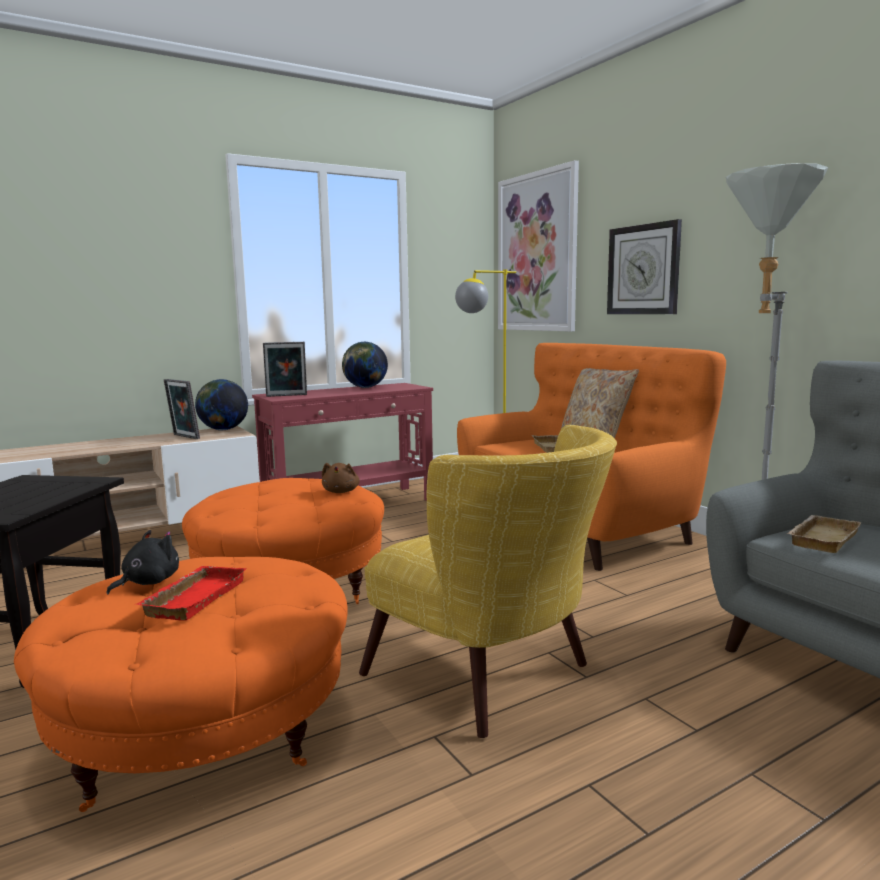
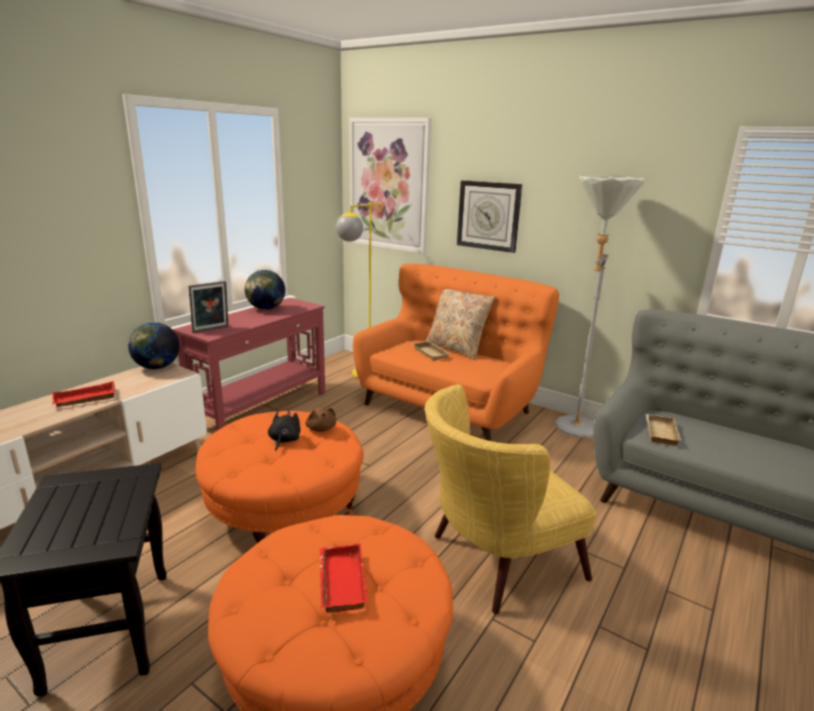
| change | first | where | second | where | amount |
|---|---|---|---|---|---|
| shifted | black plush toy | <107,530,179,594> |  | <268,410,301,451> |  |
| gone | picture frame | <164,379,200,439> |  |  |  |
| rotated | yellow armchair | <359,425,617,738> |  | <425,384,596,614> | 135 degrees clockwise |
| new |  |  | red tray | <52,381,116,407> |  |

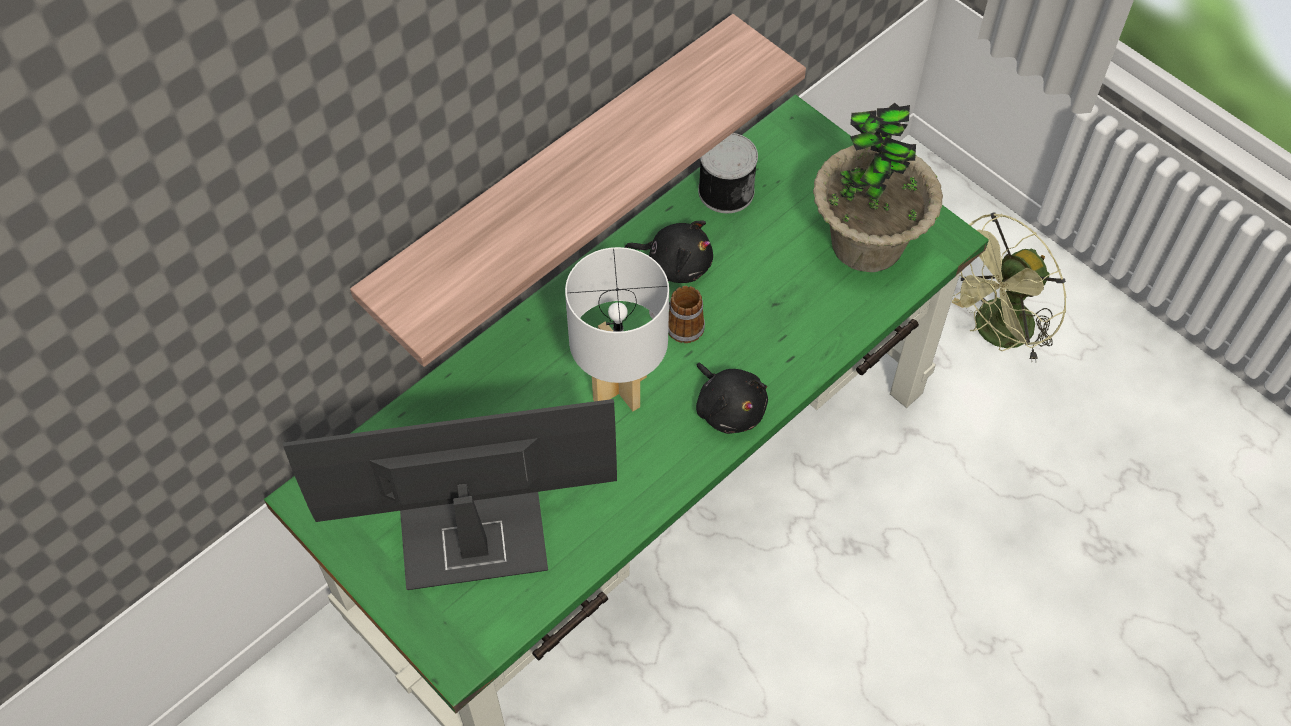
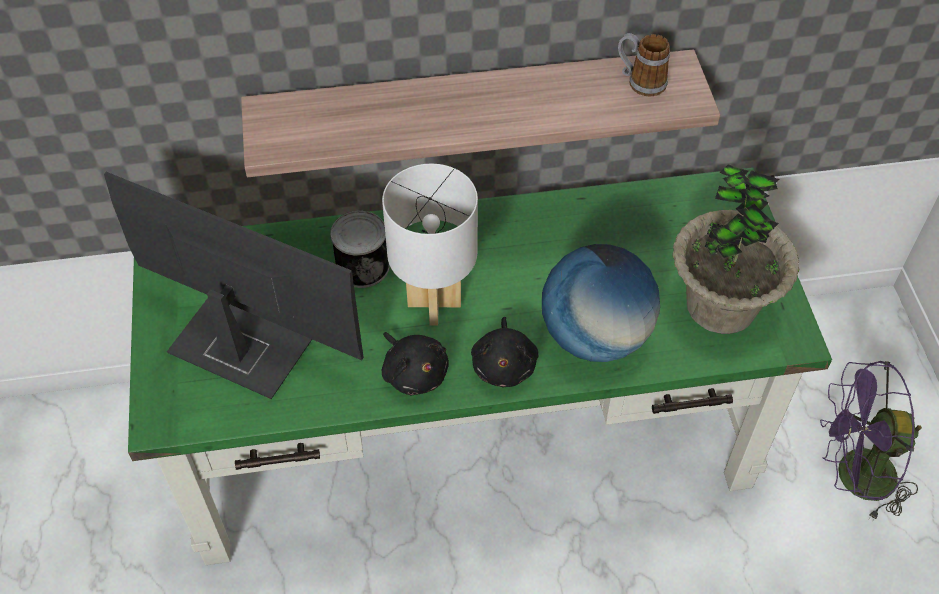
| change | first | where | second | where | amount |
|---|---|---|---|---|---|
| shifted | black plush toy | <625,220,713,283> |  | <382,332,449,395> |  |
| shifted | mug | <649,286,705,343> |  | <618,33,670,96> |  |
| shifted | can | <698,133,758,213> |  | <330,211,390,288> |  |
| repainted | green fan | <951,212,1066,362> | purple fan | <820,361,922,522> |  |
| new |  |  | globe | <542,244,660,362> |  |

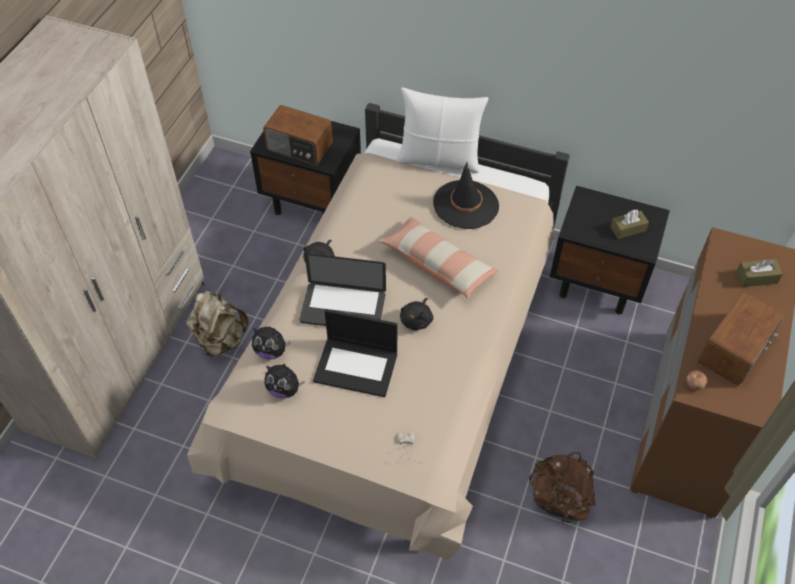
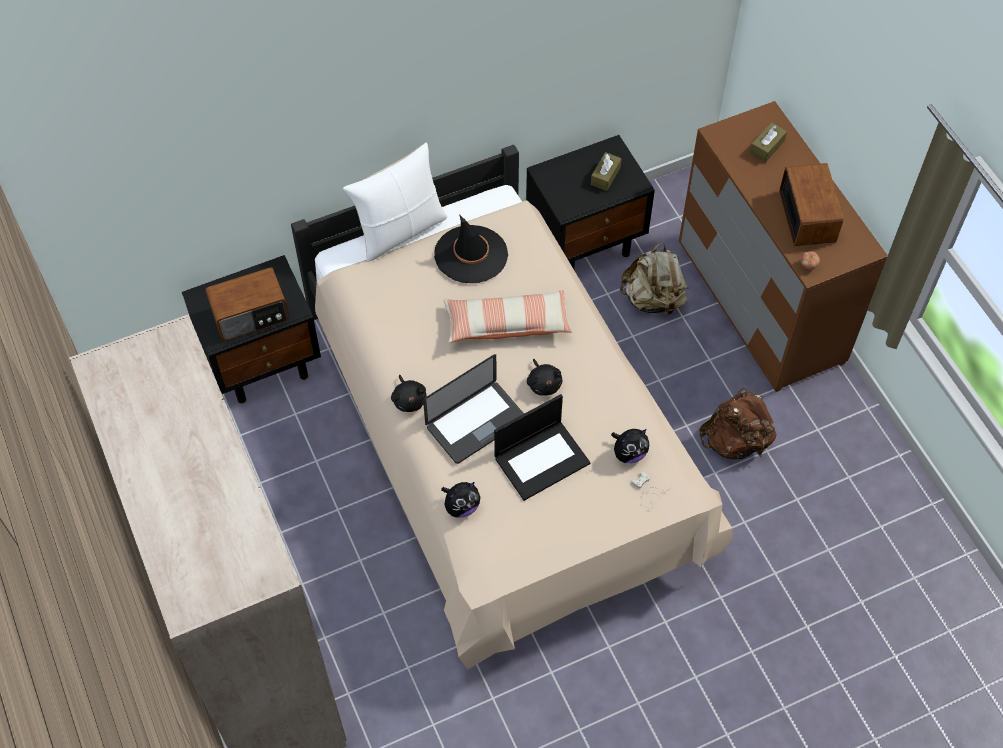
| change | first | where | second | where | amount |
|---|---|---|---|---|---|
| shifted | beige backpack | <186,290,249,357> |  | <620,243,689,316> |  |
| shifted | plush toy | <264,364,305,399> |  | <611,429,649,463> |  |

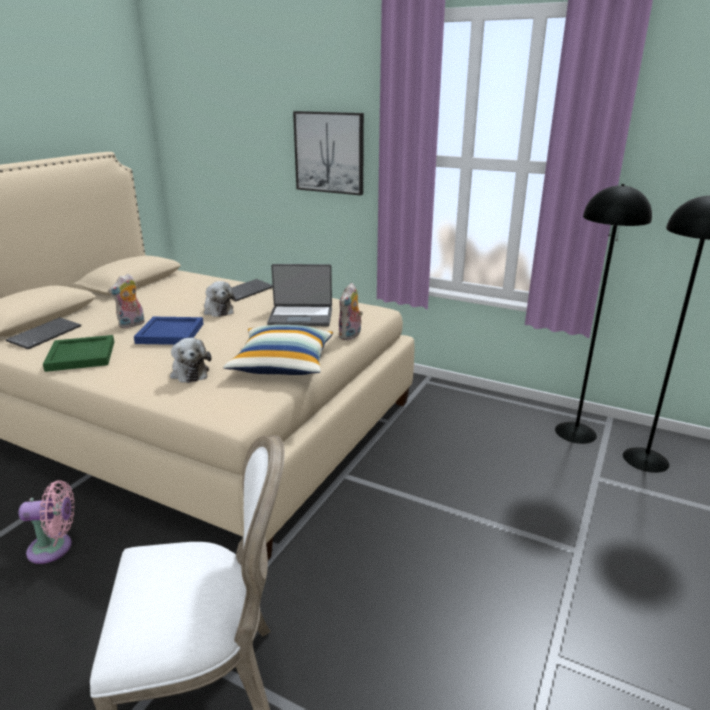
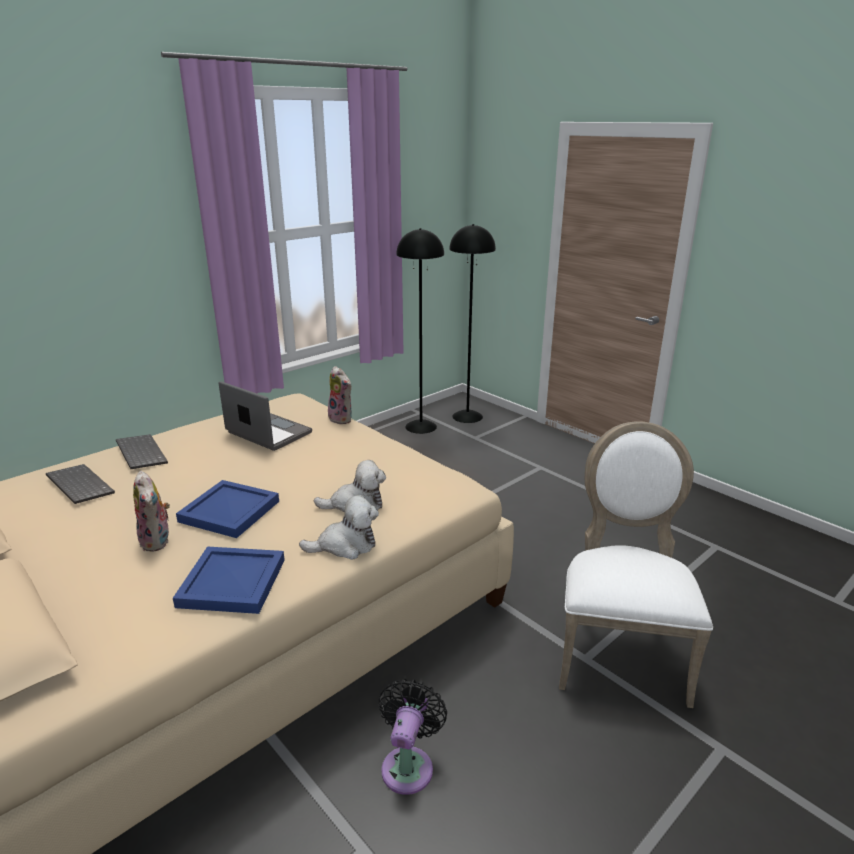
| change | first | where | second | where | amount |
|---|---|---|---|---|---|
| shifted | keyboard | <6,317,81,349> |  | <46,464,115,504> |  |
| repainted | pink fan | <18,480,75,564> | black fan | <378,679,447,795> |  |
| repainted | green tray | <43,335,114,372> | blue tray | <173,546,285,614> |  |
| shifted | plush toy | <204,281,235,317> |  | <299,495,379,560> |  |
| gone | pillow | <223,325,333,375> |  |  |  |
| rotated | laptop | <267,264,332,326> |  | <219,381,312,451> | 75 degrees counterclockwise |
| gone | picture | <293,111,364,195> |  |  |  |

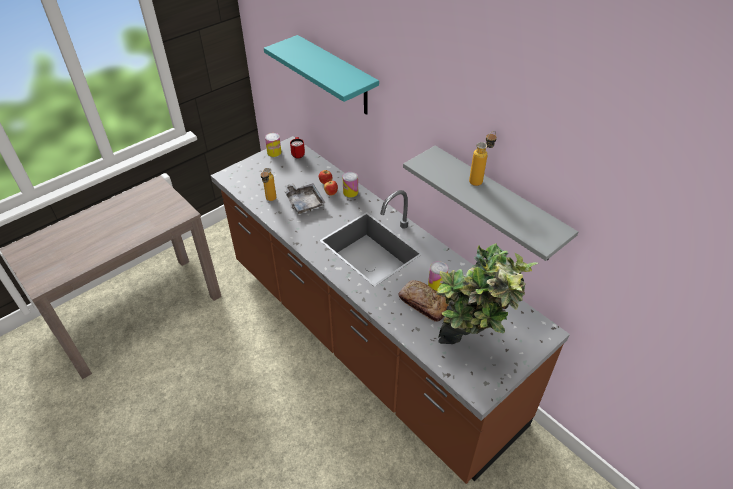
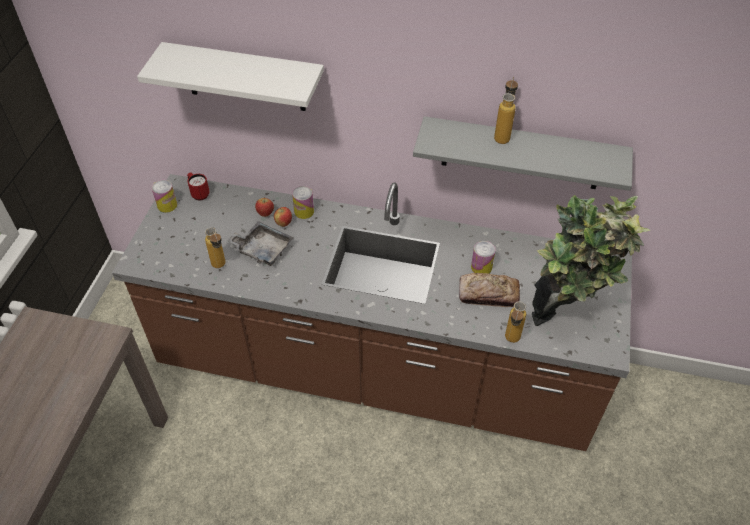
| change | first | where | second | where | amount |
|---|---|---|---|---|---|
| repainted | turquoise shelf | <264,35,379,115> | white shelf | <137,42,324,111> |  |
| new |  |  | bottle | <505,301,526,343> |  |

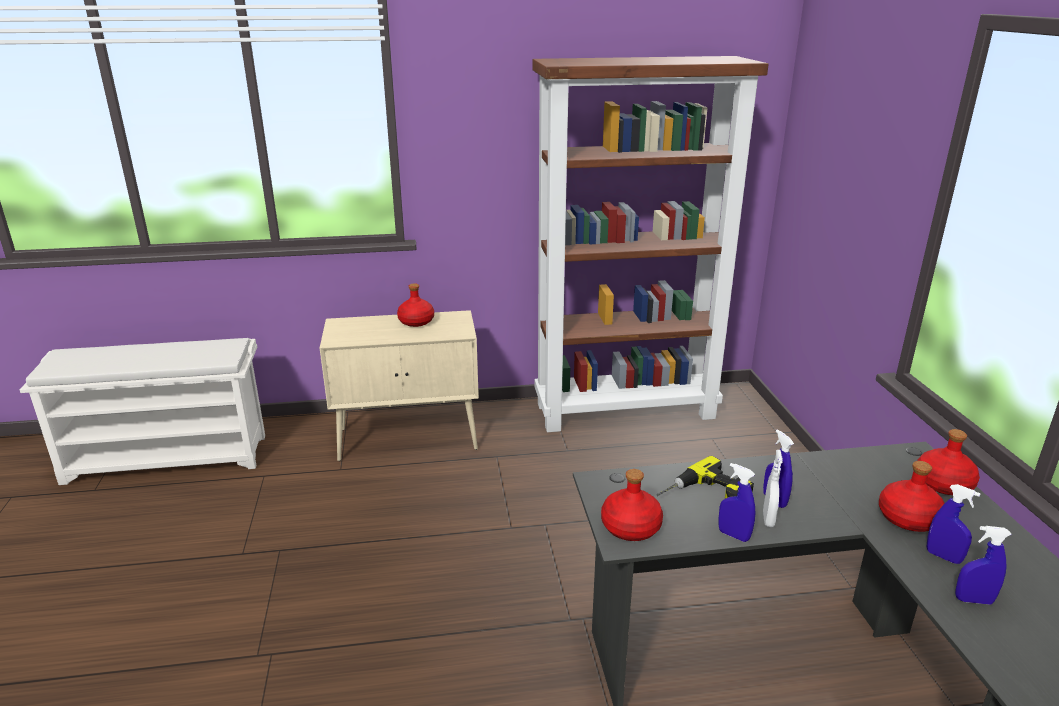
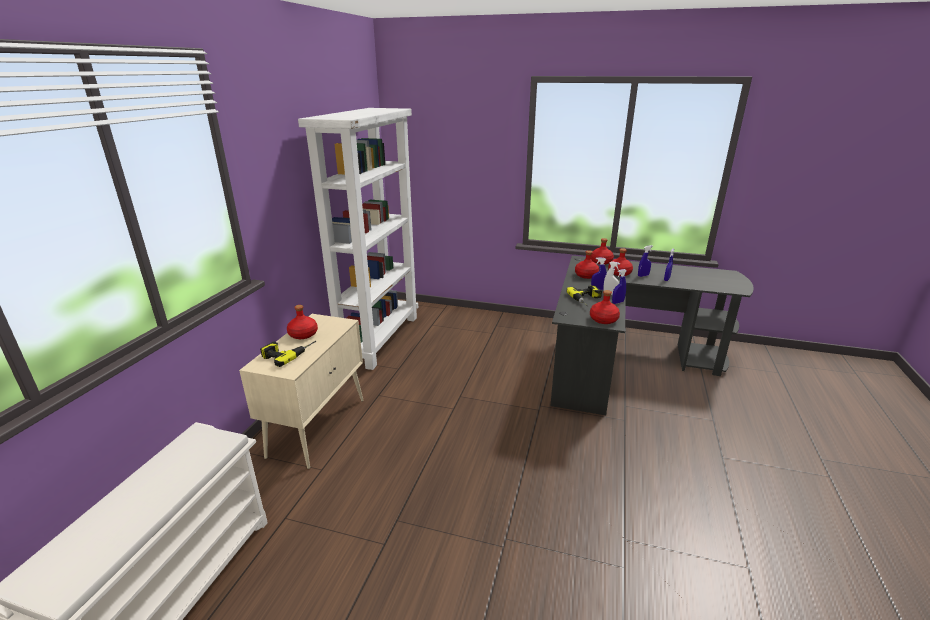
| change | first | where | second | where | amount |
|---|---|---|---|---|---|
| repainted | brown bookcase | <532,56,769,432> | white bookcase | <298,108,418,370> |  |
| new |  |  | power drill | <260,341,316,367> |  |
| new |  |  | red bottle | <575,250,599,279> |  |

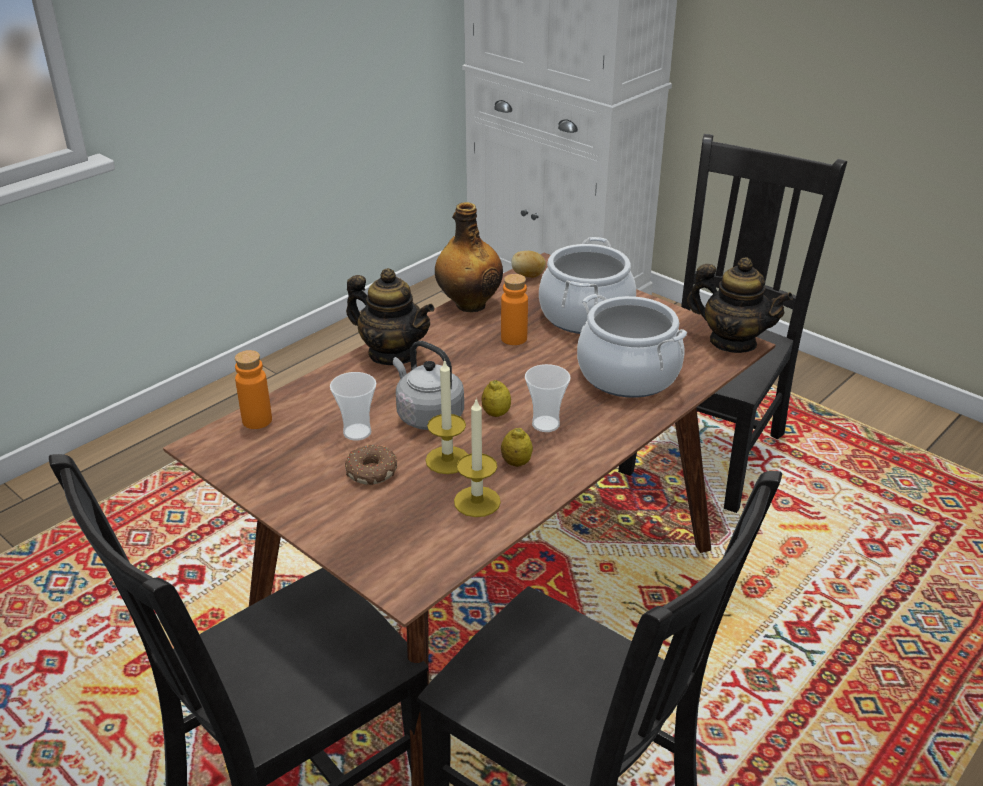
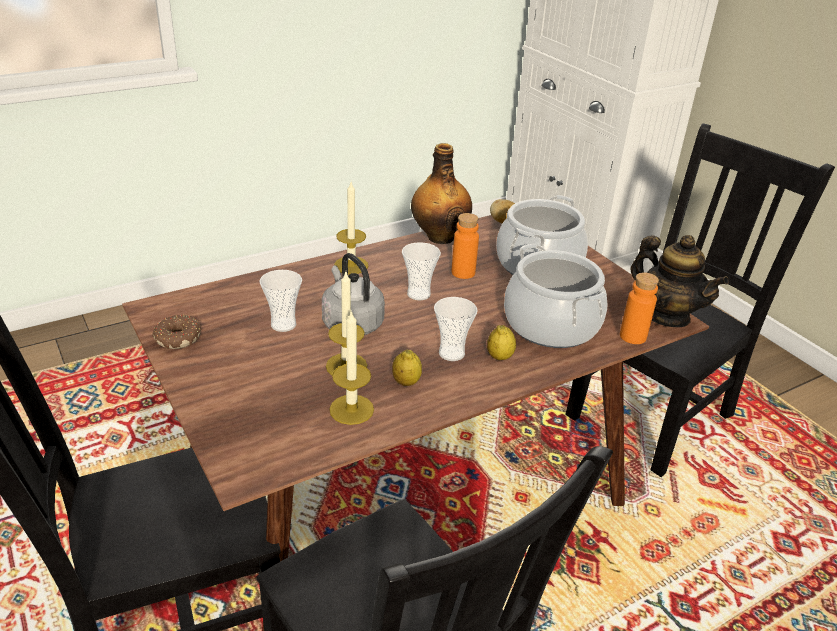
| change | first | where | second | where | amount |
|---|---|---|---|---|---|
| shifted | orange bottle | <235,350,272,429> |  | <620,272,659,344> |  |
| shifted | donut | <345,445,397,485> |  | <152,315,202,349> |  |
| swapped | teapot | <346,268,435,365> | candle | <334,182,368,274> |  |
| shifted | lemon | <481,380,511,417> |  | <487,325,516,360> |  |
| new |  |  | cup | <402,242,441,300> |  |

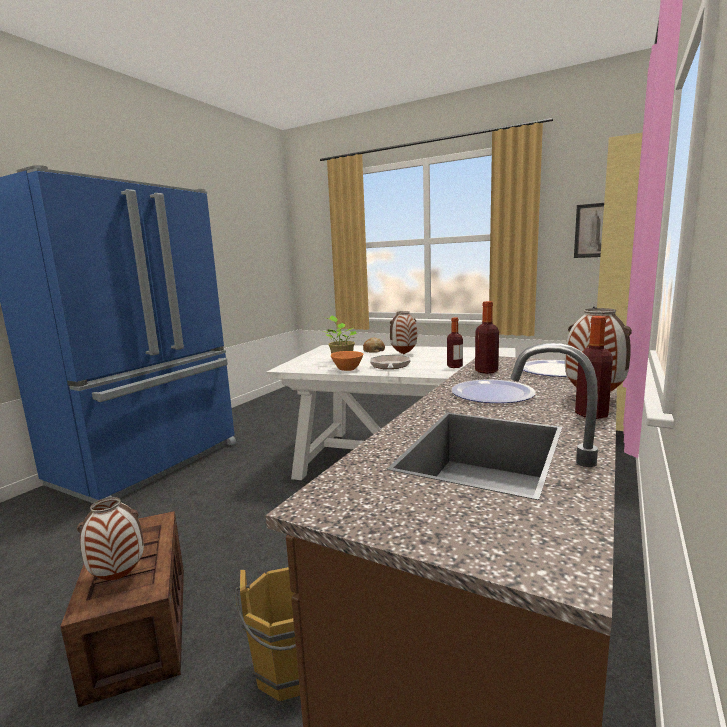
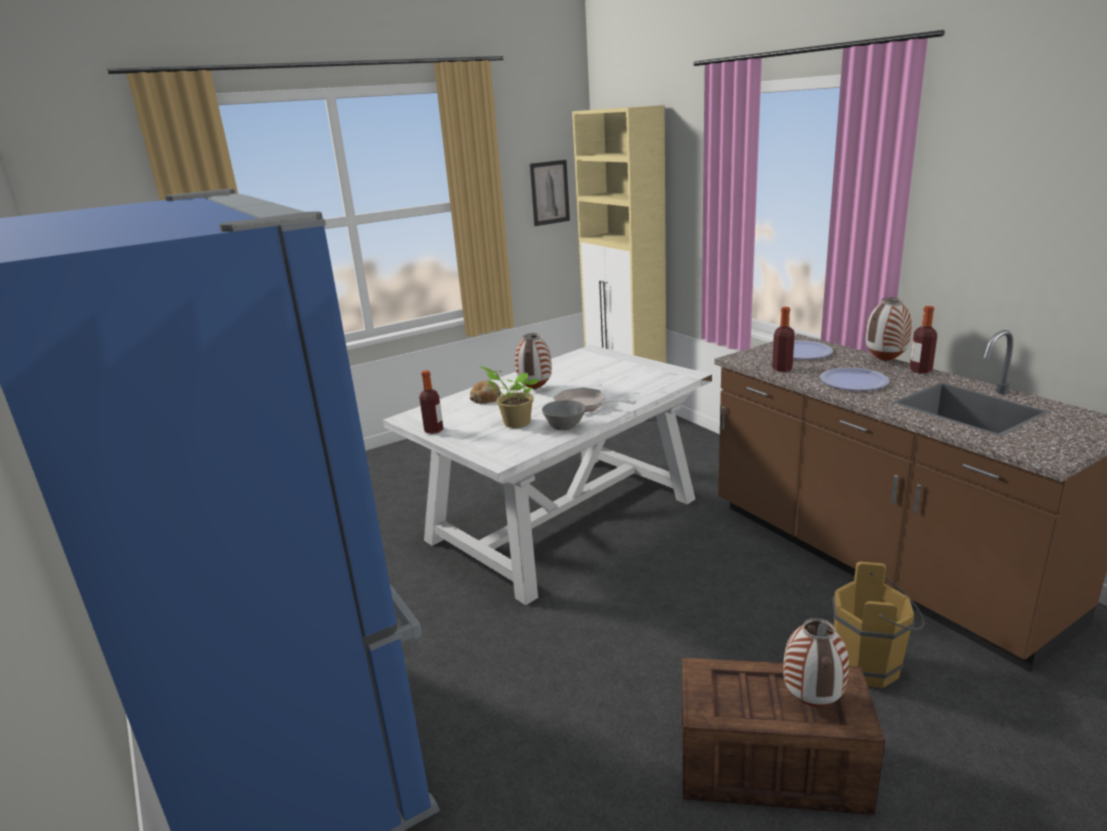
| change | first | where | second | where | amount |
|---|---|---|---|---|---|
| repainted | orange bowl | <331,351,363,371> | grey bowl | <542,400,586,430> |  |
| shifted | bottle | <447,318,463,368> |  | <419,370,443,434> |  |

